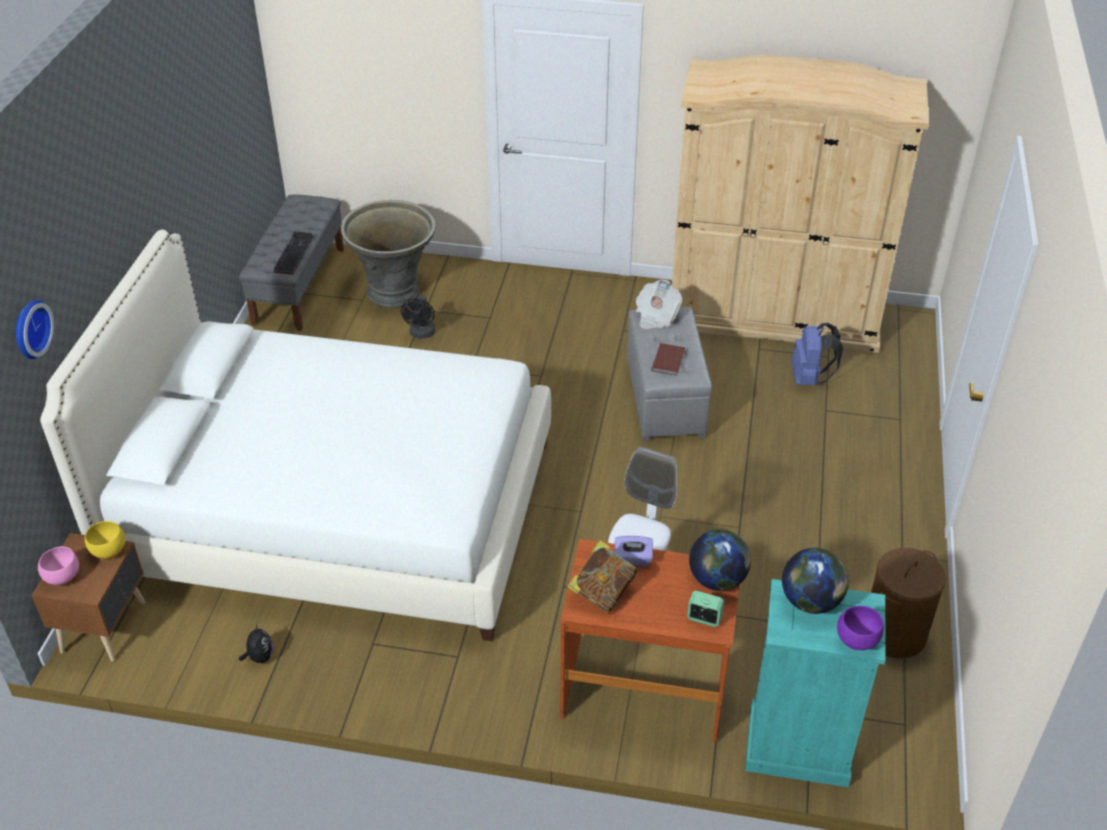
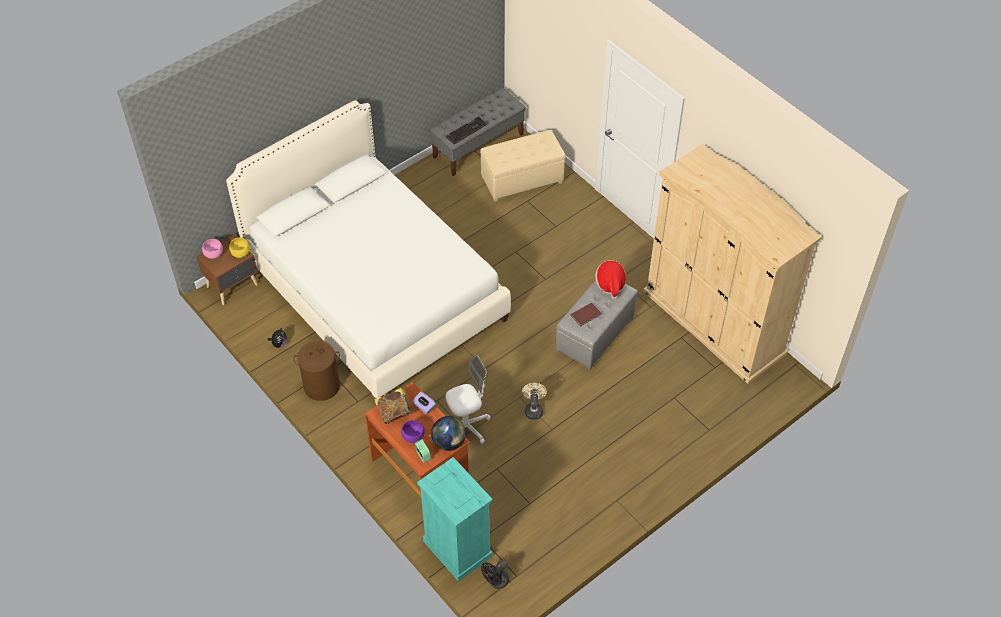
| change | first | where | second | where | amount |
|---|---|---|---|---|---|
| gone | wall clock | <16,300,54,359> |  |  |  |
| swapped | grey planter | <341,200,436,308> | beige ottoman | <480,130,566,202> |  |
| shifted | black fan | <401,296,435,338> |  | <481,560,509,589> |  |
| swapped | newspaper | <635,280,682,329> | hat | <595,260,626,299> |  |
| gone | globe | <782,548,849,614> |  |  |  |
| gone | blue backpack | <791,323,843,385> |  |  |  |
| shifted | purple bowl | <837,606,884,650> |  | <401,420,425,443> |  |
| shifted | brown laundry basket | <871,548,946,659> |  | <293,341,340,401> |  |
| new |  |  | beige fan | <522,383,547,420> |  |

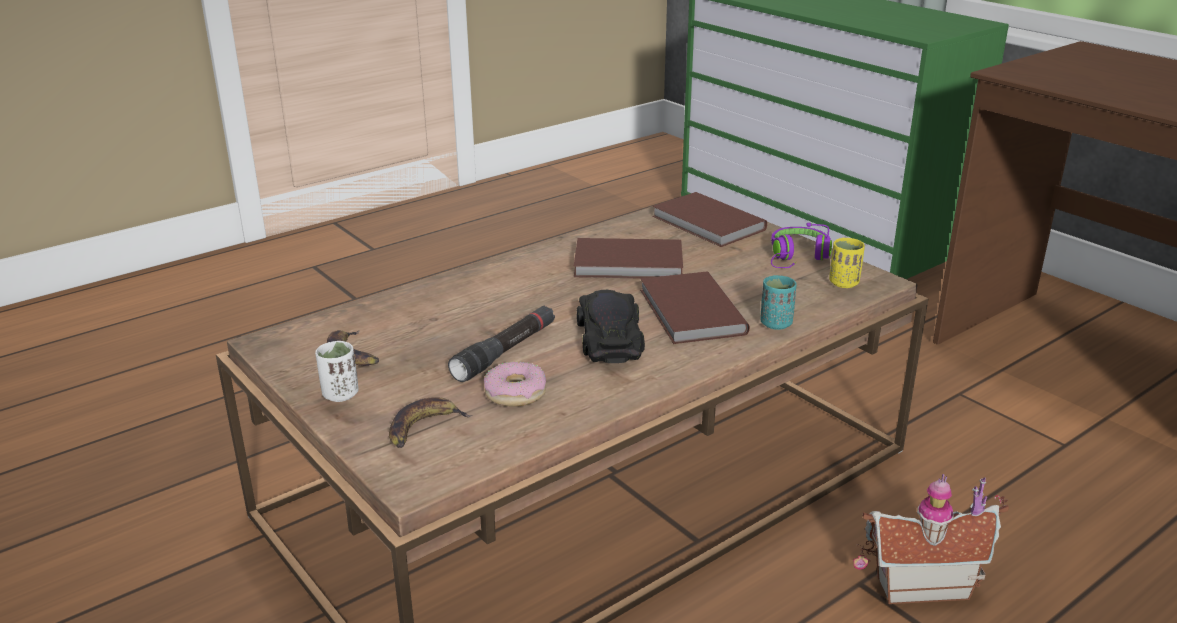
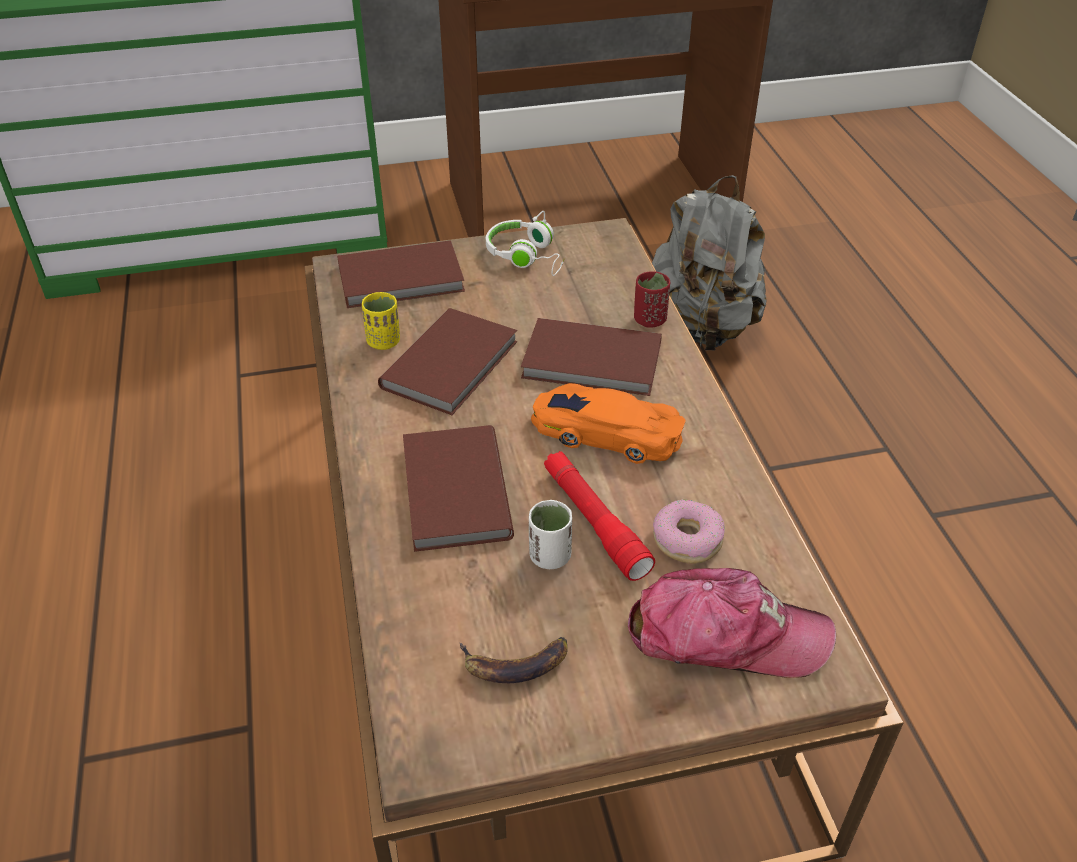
| change | first | where | second | where | amount |
|---|---|---|---|---|---|
| shifted | white cup | <315,341,359,402> |  | <529,500,572,569> |  |
| swapped | banana | <389,397,473,448> | cap | <628,568,836,678> |  |
| repainted | black flashlight | <448,305,555,382> | red flashlight | <544,451,655,581> |  |
| repainted | black toy car | <577,290,645,363> | orange toy car | <531,383,686,464> |  |
| repainted | turquoise cup | <760,275,797,330> | red cup | <634,271,670,328> |  |
| repainted | purple headphones | <771,223,832,268> | white headphones | <486,211,564,276> |  |
| shifted | yellow cup | <829,238,865,288> |  | <362,292,400,350> |  |
| gone | toy house | <853,474,1009,604> |  |  |  |
| new |  |  | brown book | <403,425,514,552> |  |
| new |  |  | grey backpack | <652,175,767,351> |  |

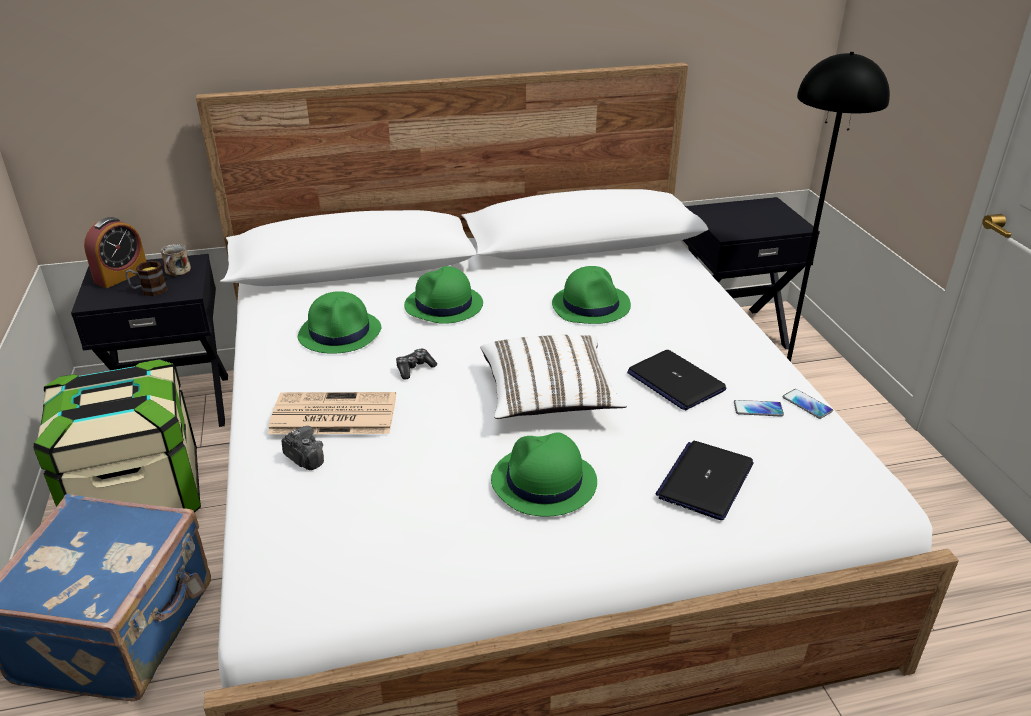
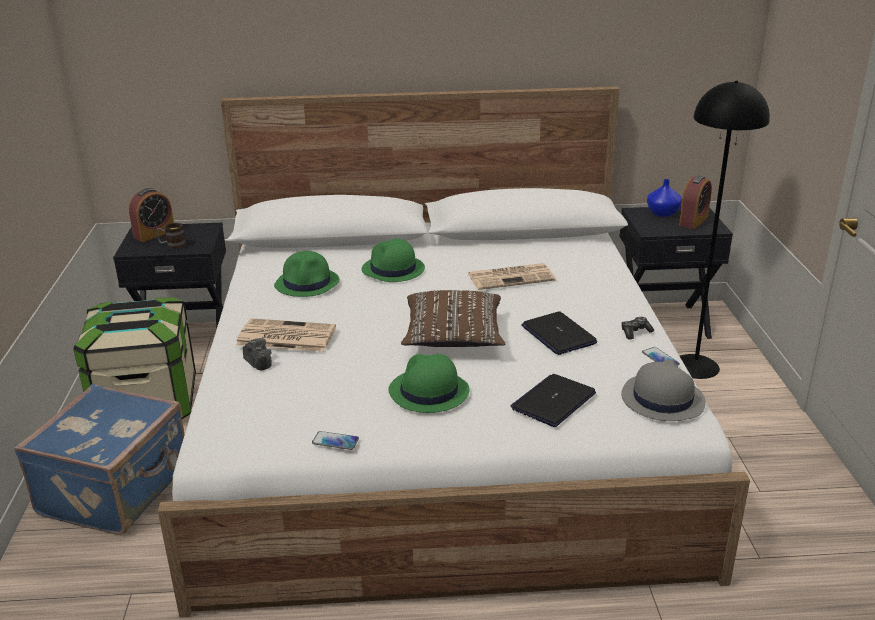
| change | first | where | second | where | amount |
|---|---|---|---|---|---|
| gone | mug | <161,244,191,276> |  |  |  |
| shifted | game controller | <396,349,437,379> |  | <621,317,654,340> |  |
| repainted | white pillow | <481,335,627,419> | brown pillow | <401,290,505,347> |  |
| swapped | green hat | <552,266,631,324> | newspaper | <467,263,556,290> |  |
| shifted | phone | <734,400,784,417> |  | <312,431,359,450> |  |
| new |  |  | grey hat | <621,360,706,421> |  |
| new |  |  | blue vase | <647,179,682,217> |  |
| new |  |  | alarm clock | <679,176,712,229> |  |

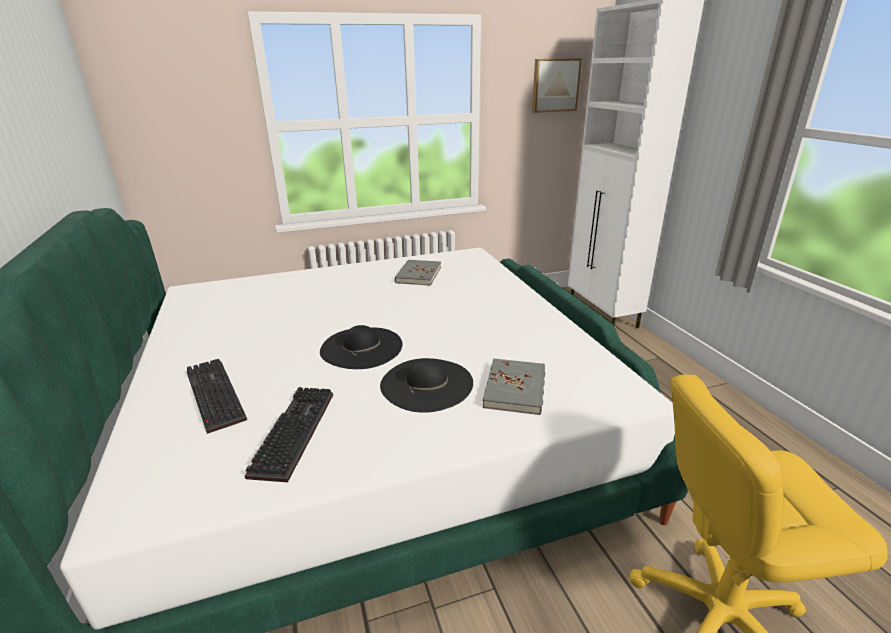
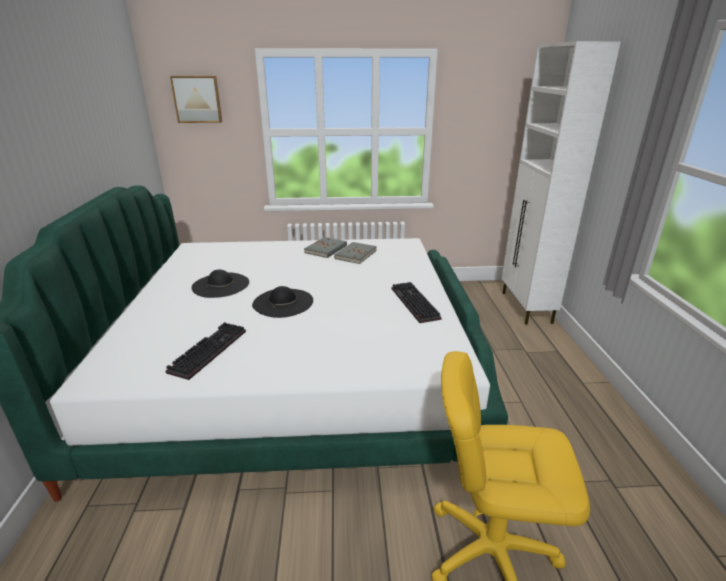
| change | first | where | second | where | amount |
|---|---|---|---|---|---|
| shifted | keyboard | <187,359,247,434> |  | <392,282,442,323> |  |
| shifted | black hat | <380,358,473,413> |  | <192,270,249,298> |  |
| shifted | grey book | <483,358,545,415> |  | <304,237,347,258> |  |
| shifted | picture | <532,58,582,113> |  | <170,76,222,123> |  |

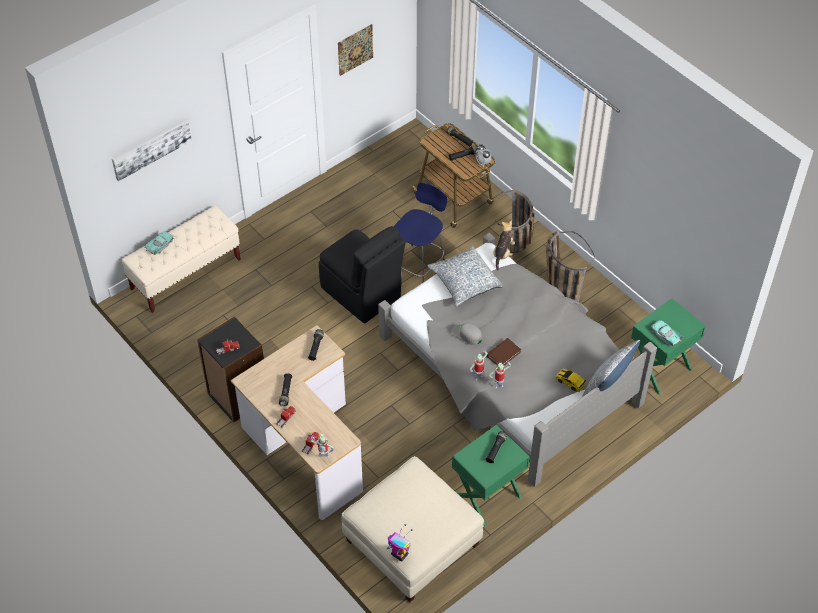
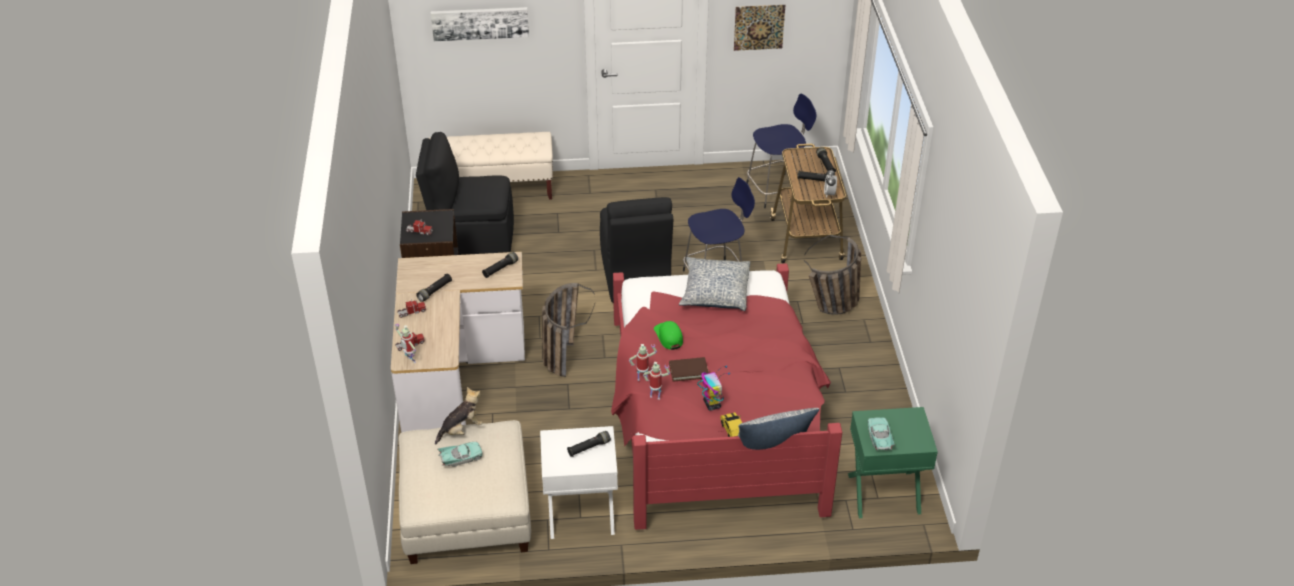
| change | first | where | second | where | amount |
|---|---|---|---|---|---|
| shifted | turquoise toy car | <144,231,173,255> |  | <437,442,483,467> |  |
| repainted | grey bed | <378,233,657,487> | red bed | <611,263,842,530> |  |
| shifted | toy robot | <387,524,413,561> |  | <697,366,730,410> |  |
| repainted | grey cap | <451,323,482,345> | green cap | <654,321,683,350> |  |
| repainted | green nightstand | <452,425,530,526> | white nightstand | <540,426,618,539> |  |
| shifted | plush toy | <493,220,515,271> |  | <435,387,483,445> |  |
| shifted | basket | <546,231,595,302> |  | <542,283,595,377> |  |
| new |  |  | black chair | <416,132,514,255> |  |
| new |  |  | blue stool | <746,93,816,208> |  |

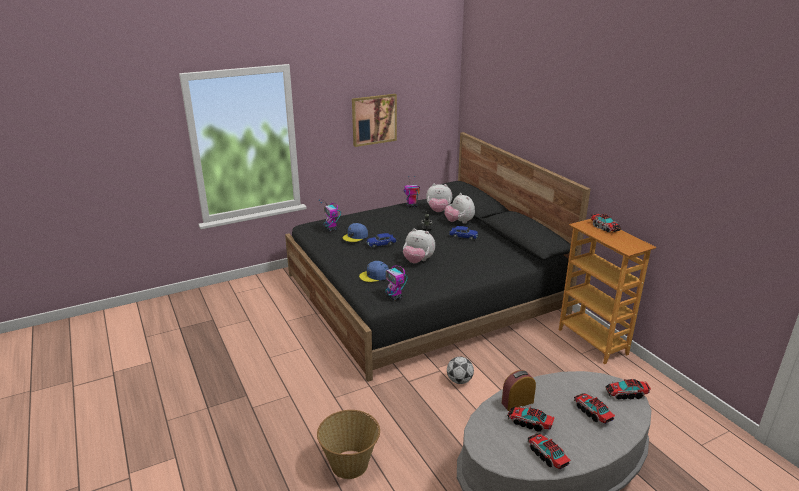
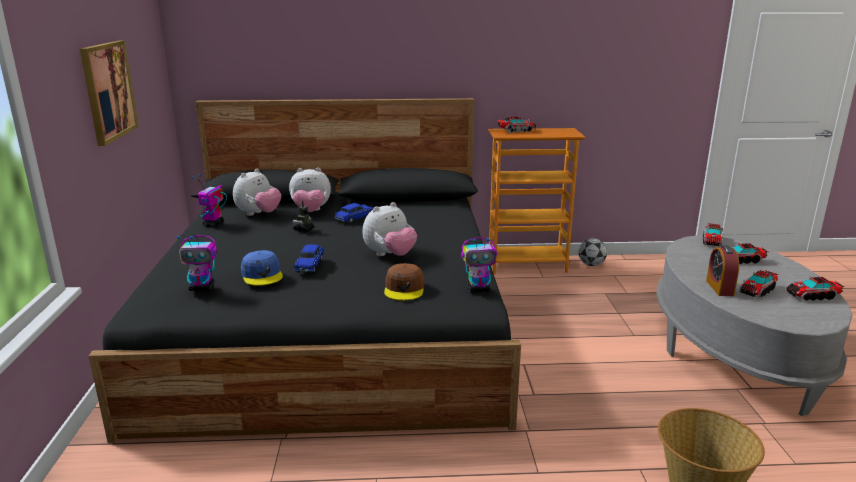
| change | first | where | second | where | amount |
|---|---|---|---|---|---|
| repainted | blue cap | <359,261,389,282> | brown cap | <384,263,424,300> |  |
| shifted | football | <447,357,474,384> |  | <578,238,607,266> |  |

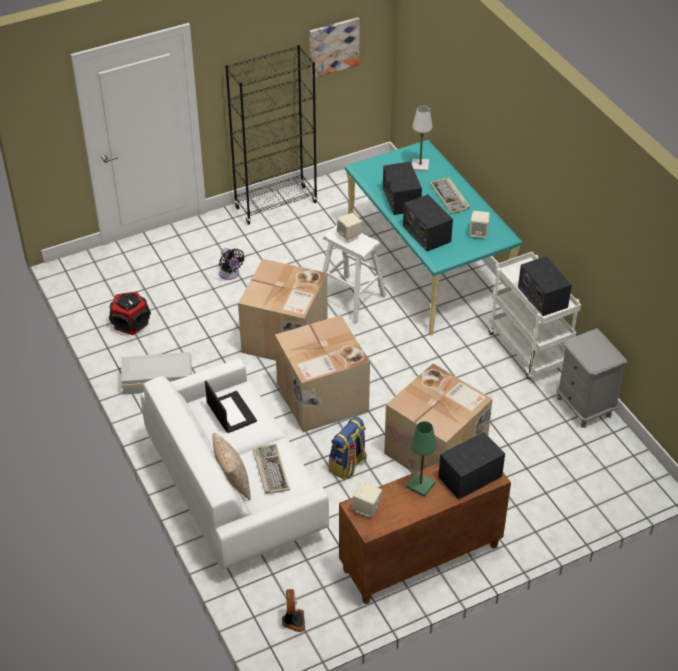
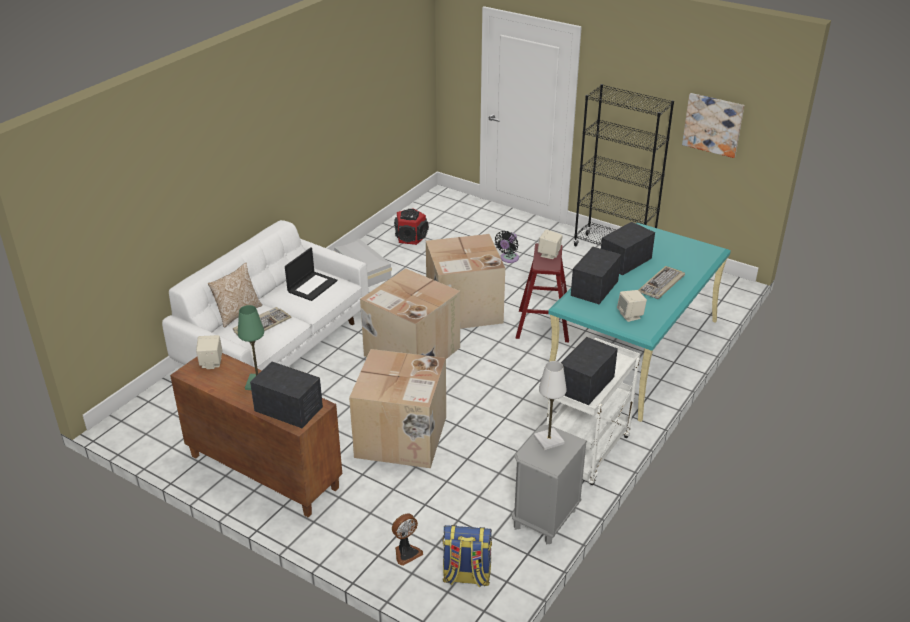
| change | first | where | second | where | amount |
|---|---|---|---|---|---|
| shifted | fan | <282,589,305,632> |  | <392,514,423,566> |  |
| repainted | white stool | <322,225,386,325> | red stool | <516,243,569,342> |  |
| shifted | backpack | <329,416,367,480> |  | <442,525,492,588> |  |
| shifted | white table lamp | <412,105,432,172> |  | <534,361,567,450> |  |

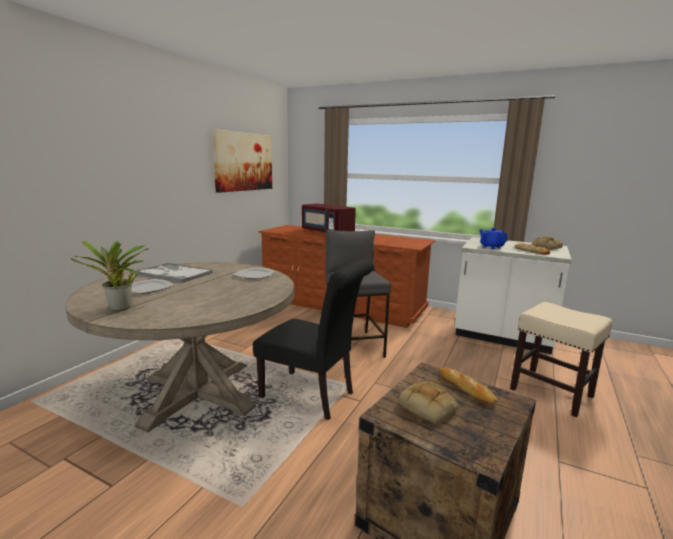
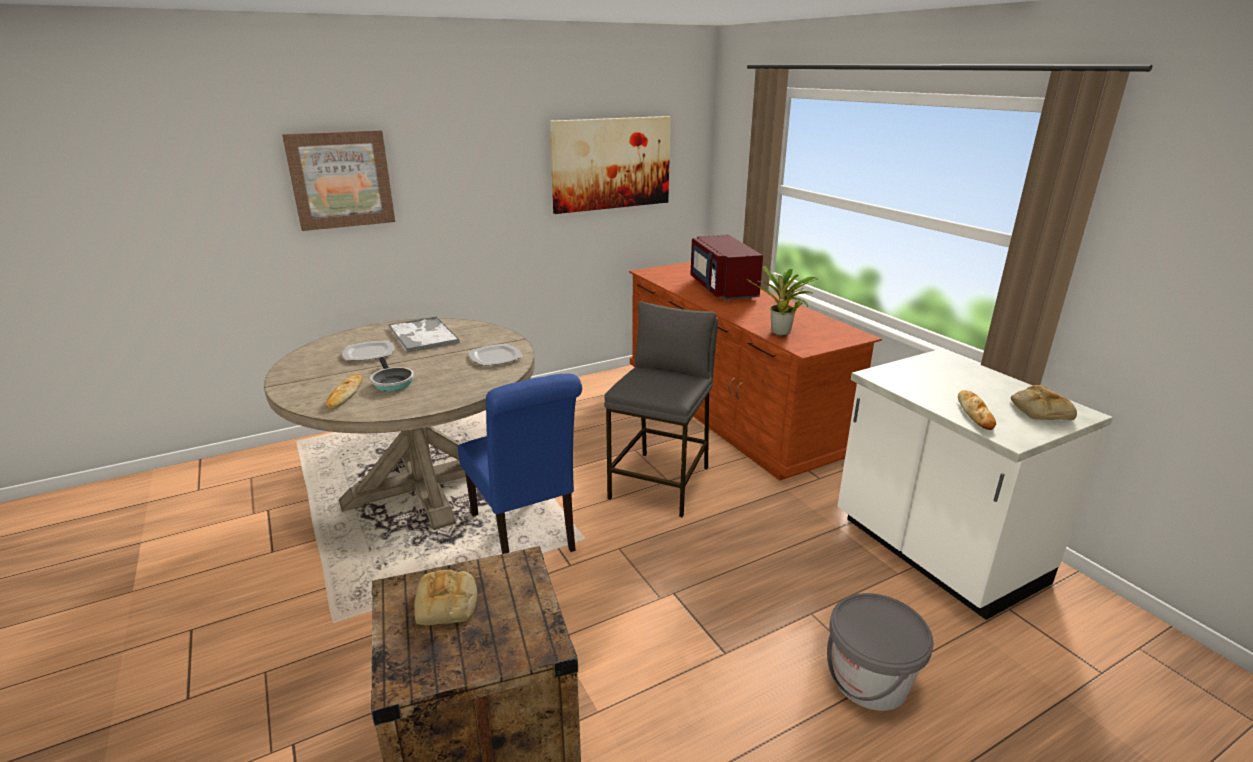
| change | first | where | second | where | amount |
|---|---|---|---|---|---|
| shifted | potted plant | <71,241,148,311> |  | <746,266,818,336> |  |
| repainted | black chair | <253,259,373,420> | blue chair | <458,374,582,554> |  |
| shifted | bread | <439,367,498,405> |  | <326,374,363,409> |  |
| gone | blue teapot | <480,228,508,249> |  |  |  |
| swapped | beige stool | <510,302,613,417> | grey bucket | <827,593,934,711> |  |
| new |  |  | picture | <282,130,395,231> |  |
| new |  |  | frying pan | <370,357,414,391> |  |

